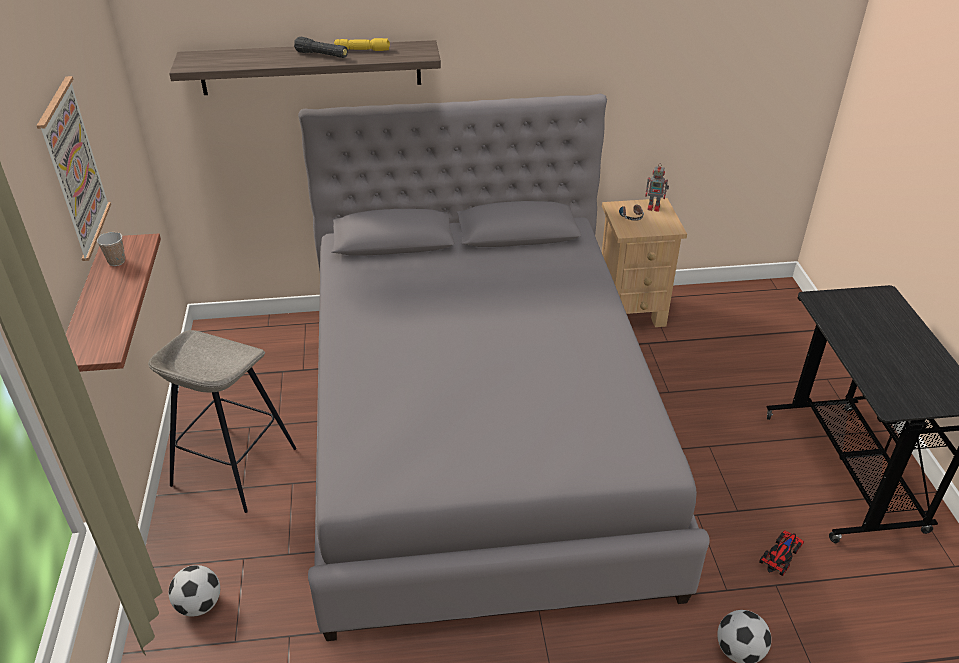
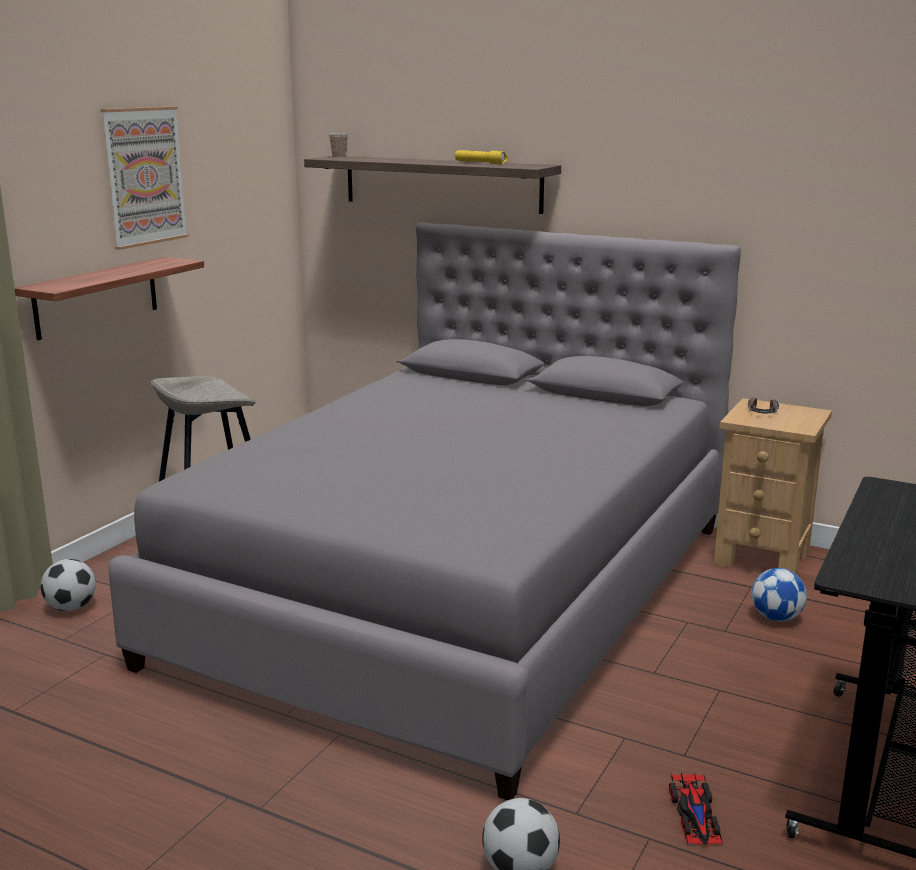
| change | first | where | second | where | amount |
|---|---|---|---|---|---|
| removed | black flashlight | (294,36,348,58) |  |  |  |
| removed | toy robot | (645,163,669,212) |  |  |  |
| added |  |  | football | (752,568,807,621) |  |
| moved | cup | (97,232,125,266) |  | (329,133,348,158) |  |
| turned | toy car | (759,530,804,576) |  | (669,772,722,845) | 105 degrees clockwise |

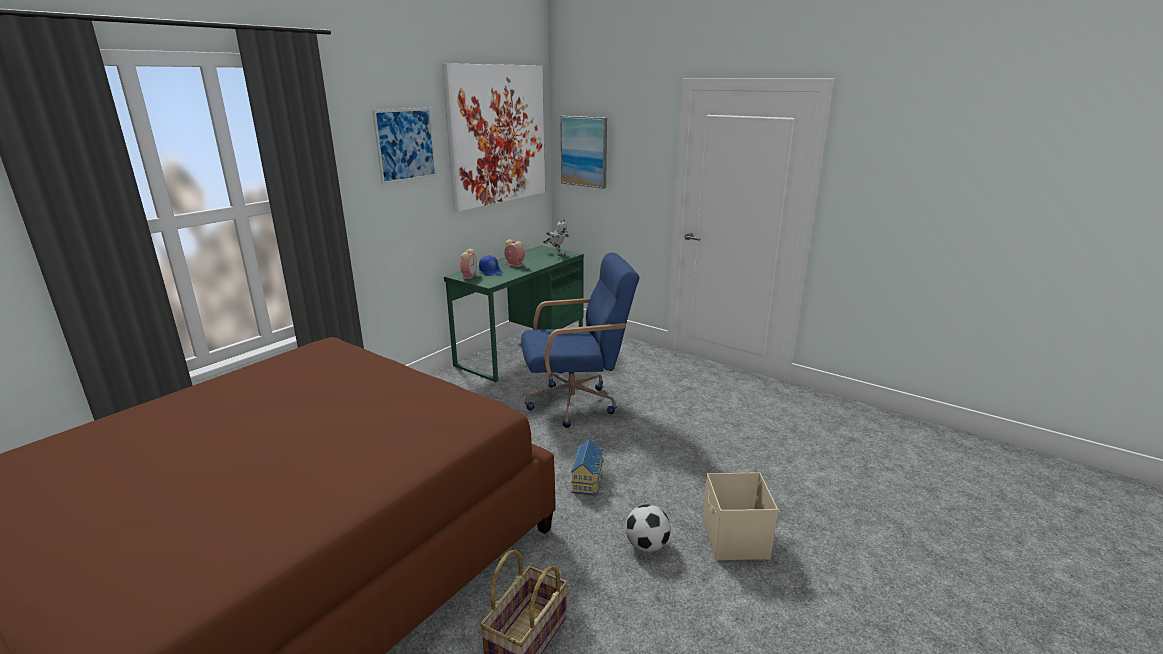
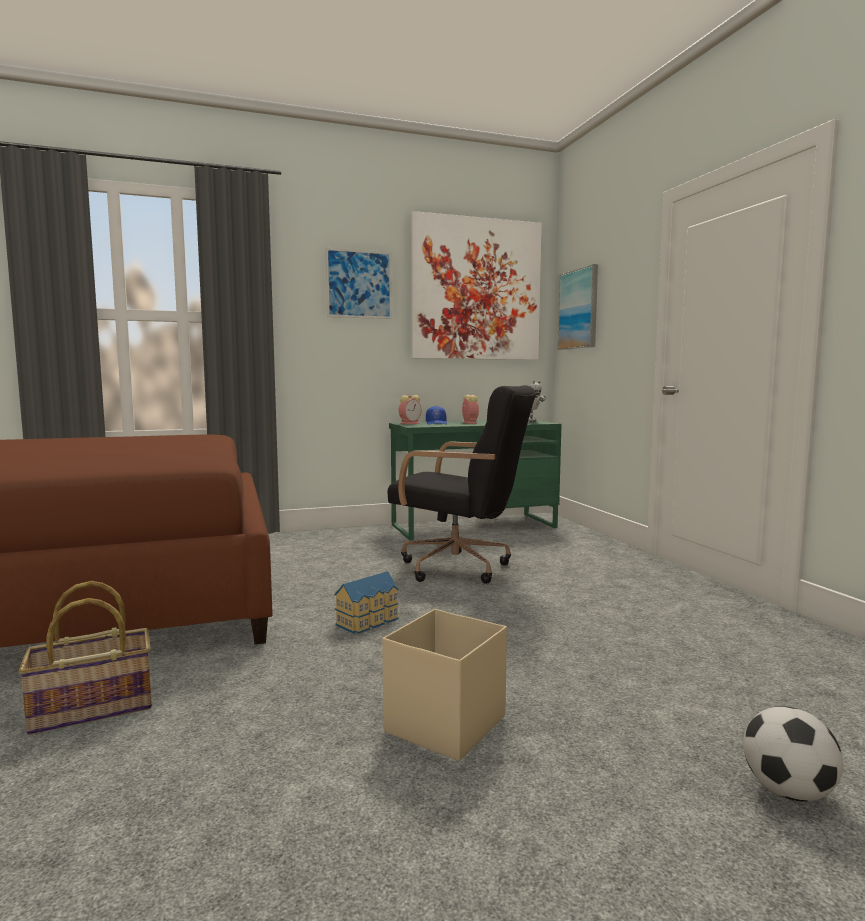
| change | first | where | second | where | amount |
|---|---|---|---|---|---|
| moved | football | (625,504,671,552) |  | (743,706,843,802) |  |
| recoloured | blue office chair | (521,252,640,428) | black office chair | (388,385,536,584) |  |

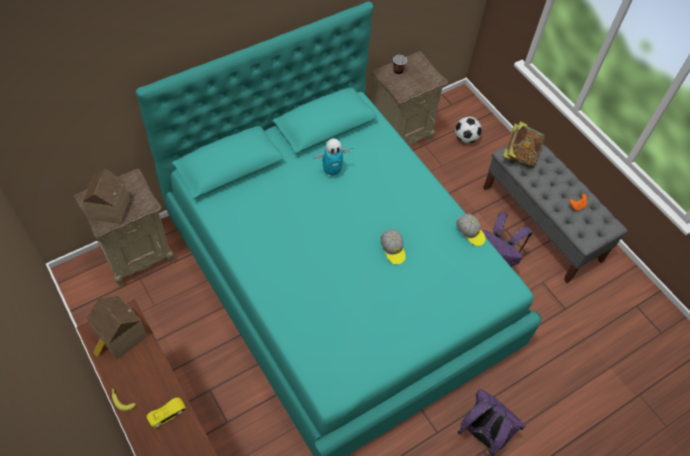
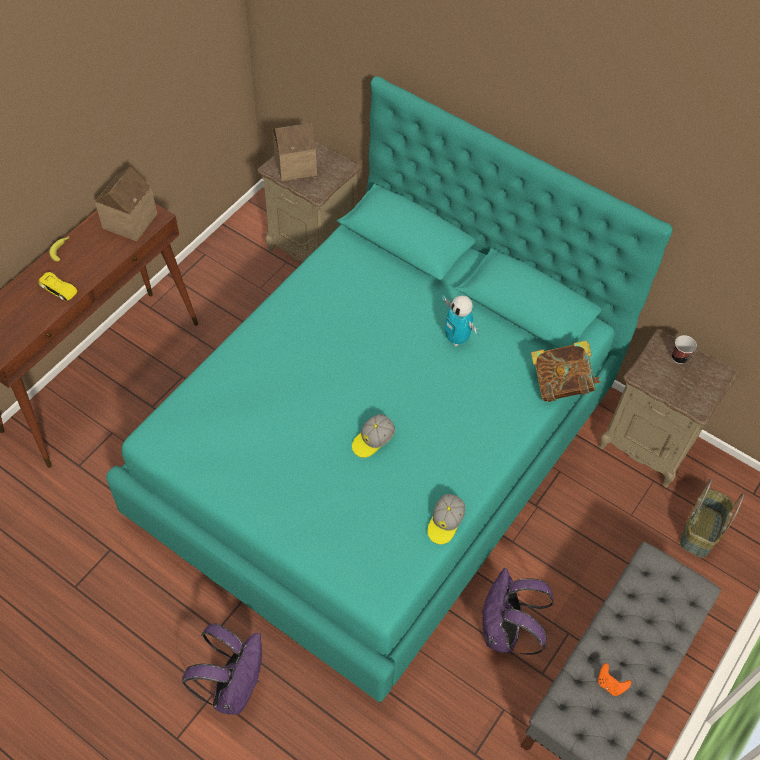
| change | first | where | second | where | amount |
|---|---|---|---|---|---|
| moved | book | (503,121,545,168) |  | (531,340,601,402) |  |
| replaced | football | (455,117,482,143) | basket | (680,479,744,558) |  |

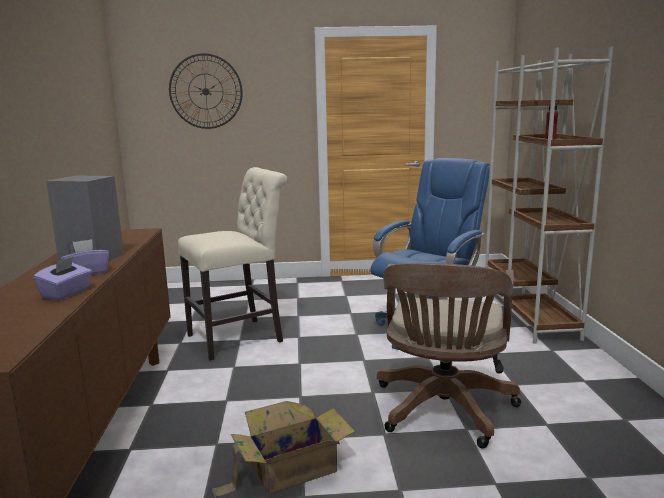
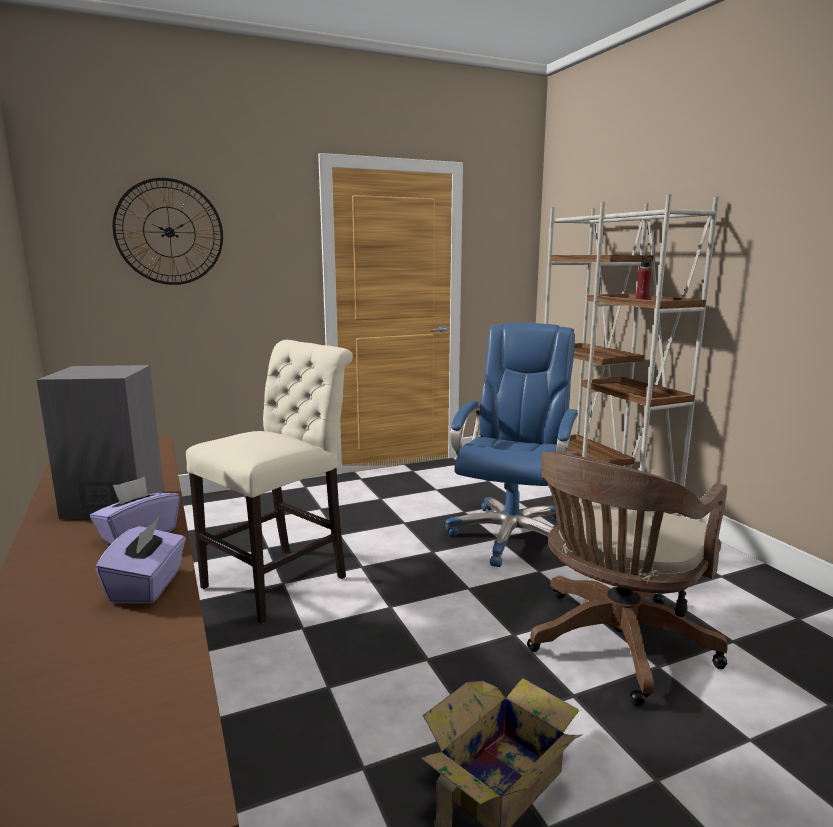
| change | first | where | second | where | amount |
|---|---|---|---|---|---|
| turned | brown office chair | (377,263,521,449) |  | (527,451,727,706) | 45 degrees clockwise |

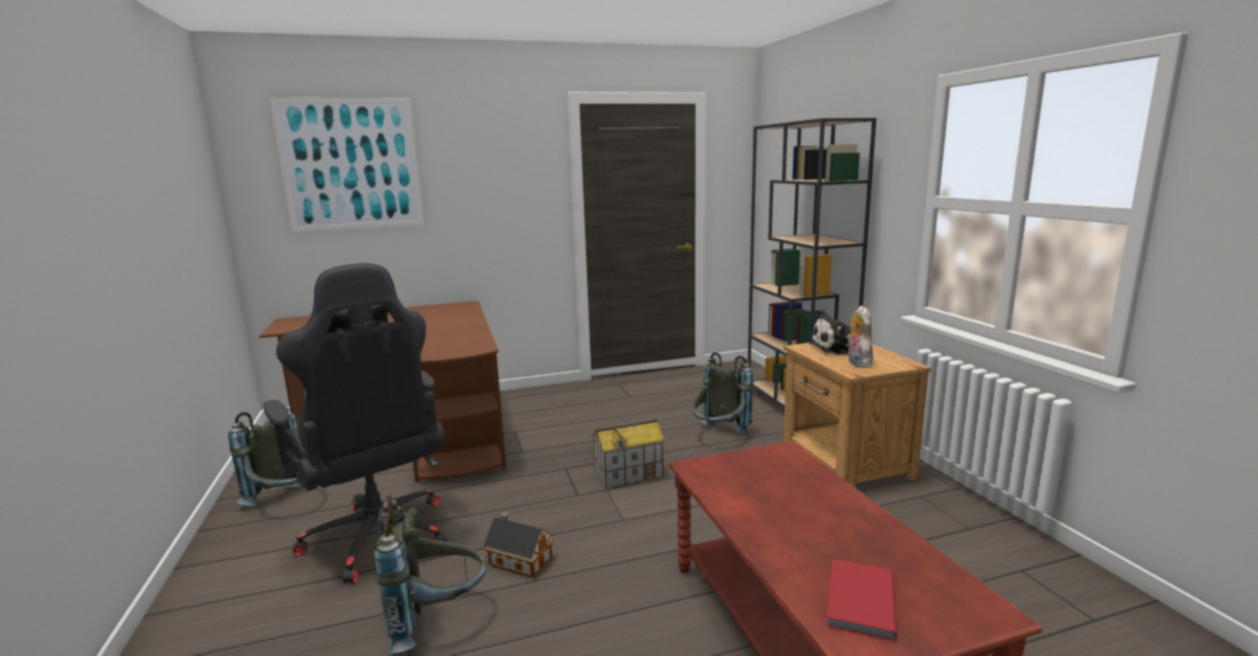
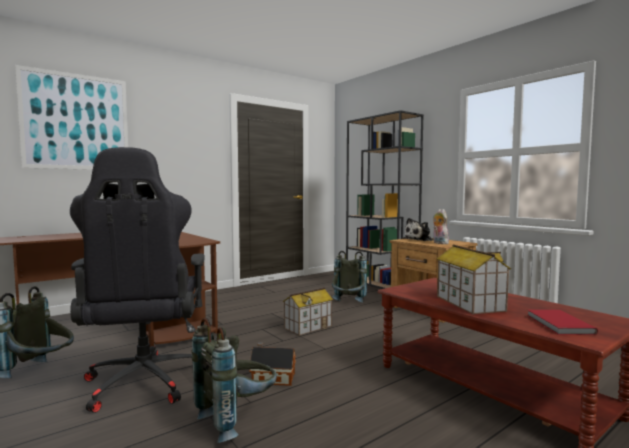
| change | first | where | second | where | amount |
|---|---|---|---|---|---|
| added |  |  | toy house | (437,245,511,314) |  |
| turned | black office chair | (263,263,447,584) |  | (70,147,204,413) | 45 degrees clockwise |

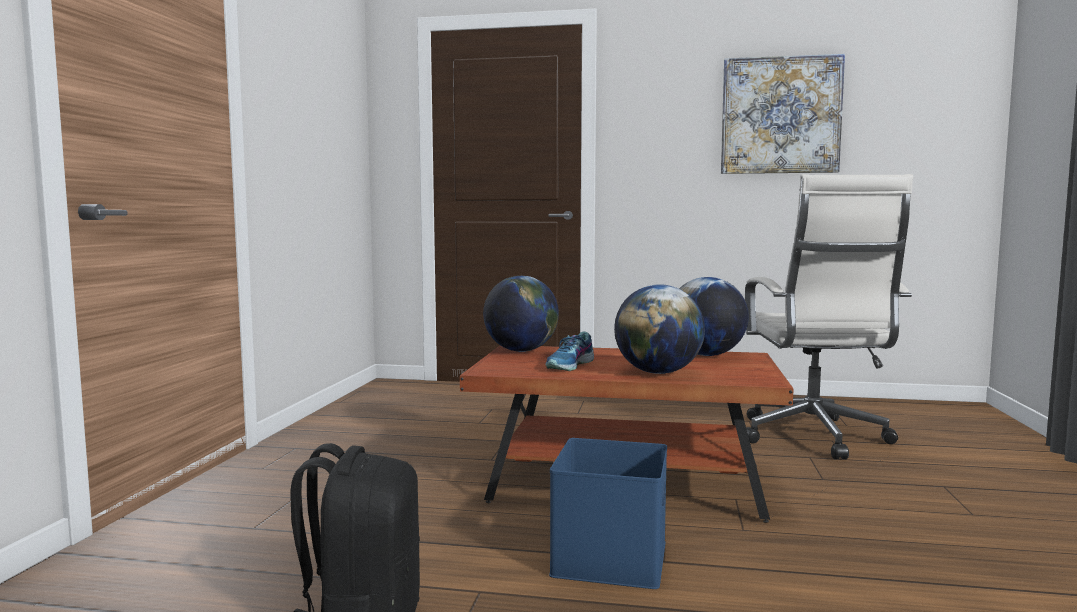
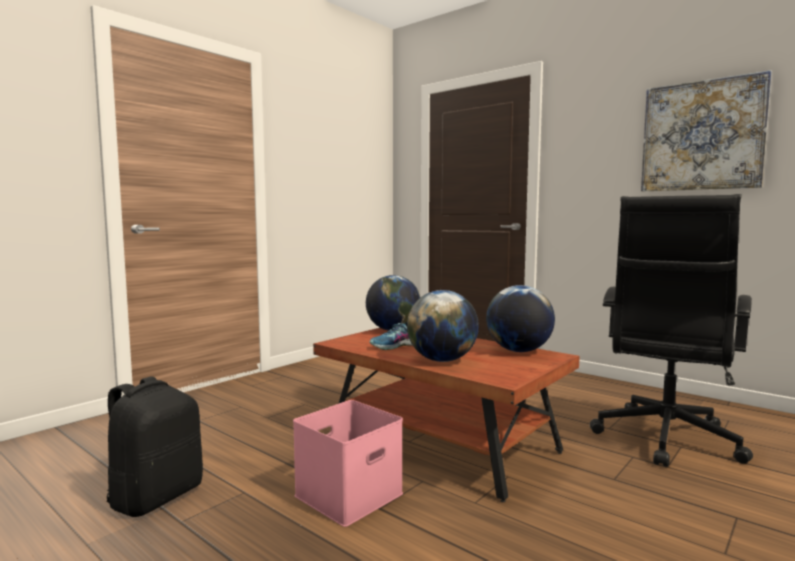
| change | first | where | second | where | amount |
|---|---|---|---|---|---|
| recoloured | blue storage box | (549,438,667,589) | pink storage box | (293,400,403,527) |  |
| recoloured | white office chair | (745,174,913,459) | black office chair | (590,194,753,467) |  |

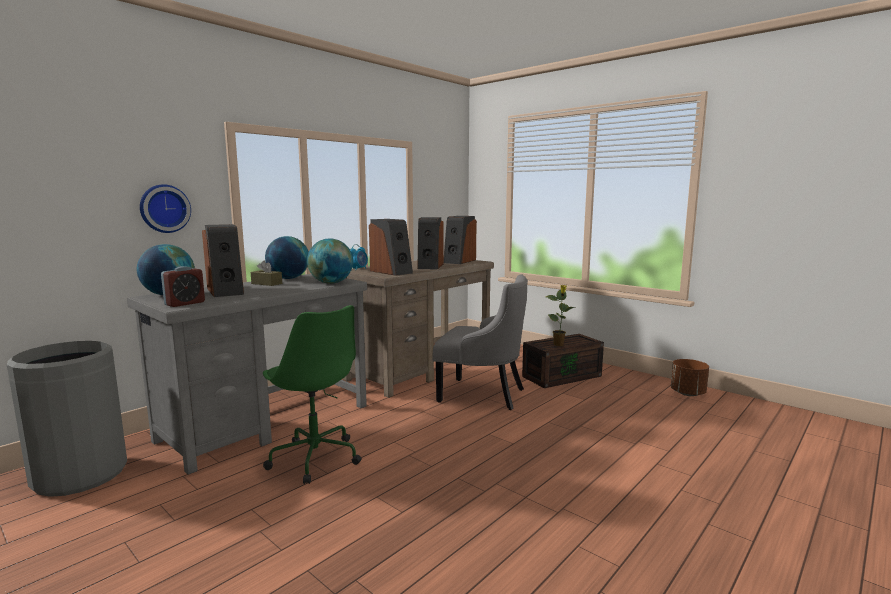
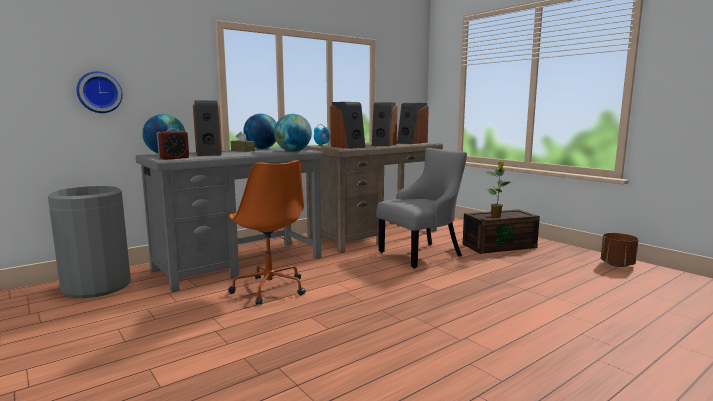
| change | first | where | second | where | amount |
|---|---|---|---|---|---|
| moved | wall clock | (140,184,191,233) |  | (76,71,123,113) |  |
| recoloured | green office chair | (263,305,362,484) | orange office chair | (228,160,306,305) |  |
| turned | grey chair | (432,274,528,410) |  | (376,148,467,268) | 60 degrees counterclockwise |

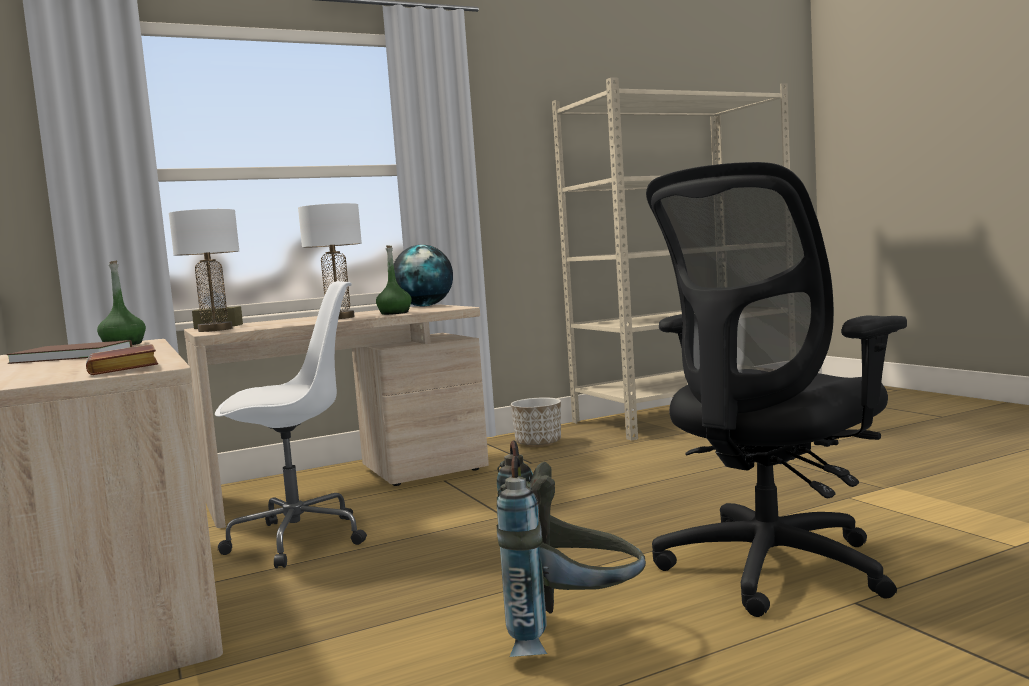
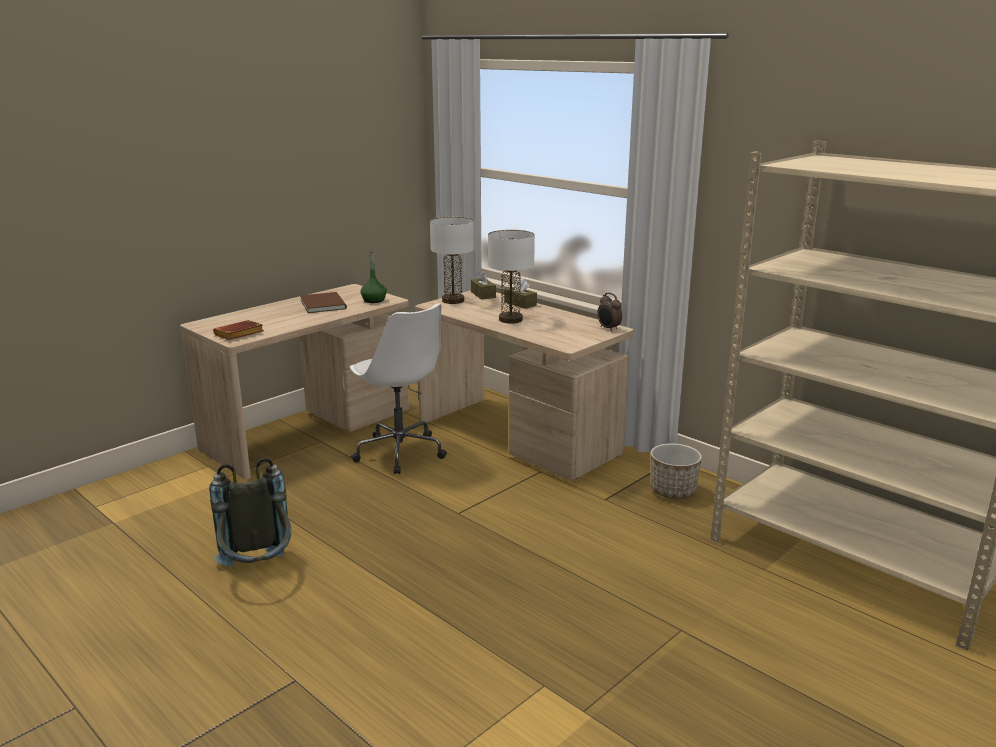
| change | first | where | second | where | amount |
|---|---|---|---|---|---|
| removed | green bottle | (376,245,412,315) |  |  |  |
| removed | black office chair | (646,162,907,617) |  |  |  |
| added |  |  | brown tissue box | (504,278,537,309) |  |
| replaced | globe | (394,245,453,306) | alarm clock | (597,293,622,331) |  |

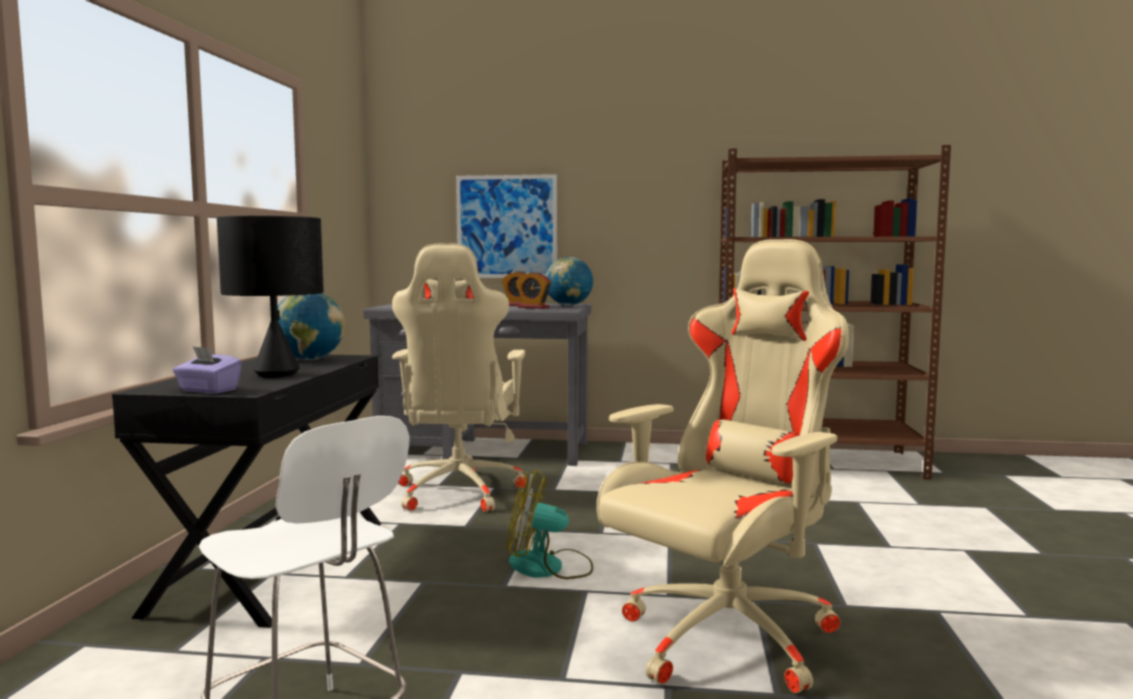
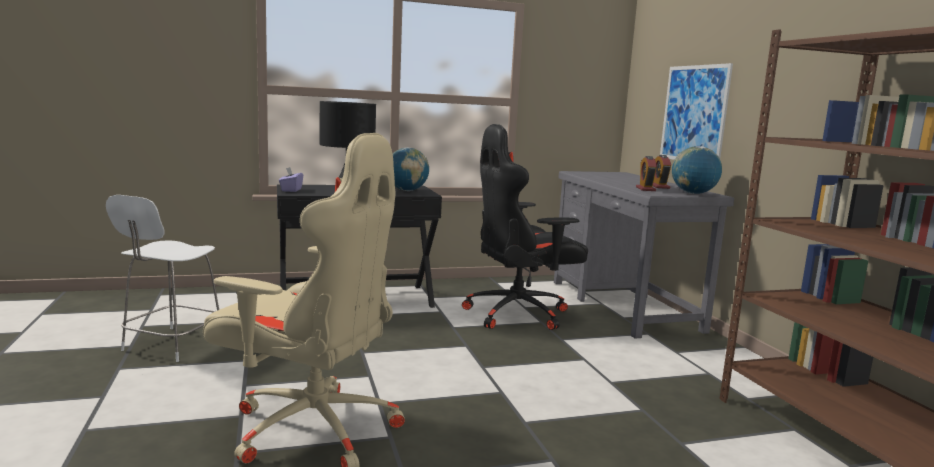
| change | first | where | second | where | amount |
|---|---|---|---|---|---|
| removed | fan | (507,470,593,579) |  |  |  |
| recoloured | beige office chair | (392,244,528,512) | black office chair | (462,124,588,330) |  |

